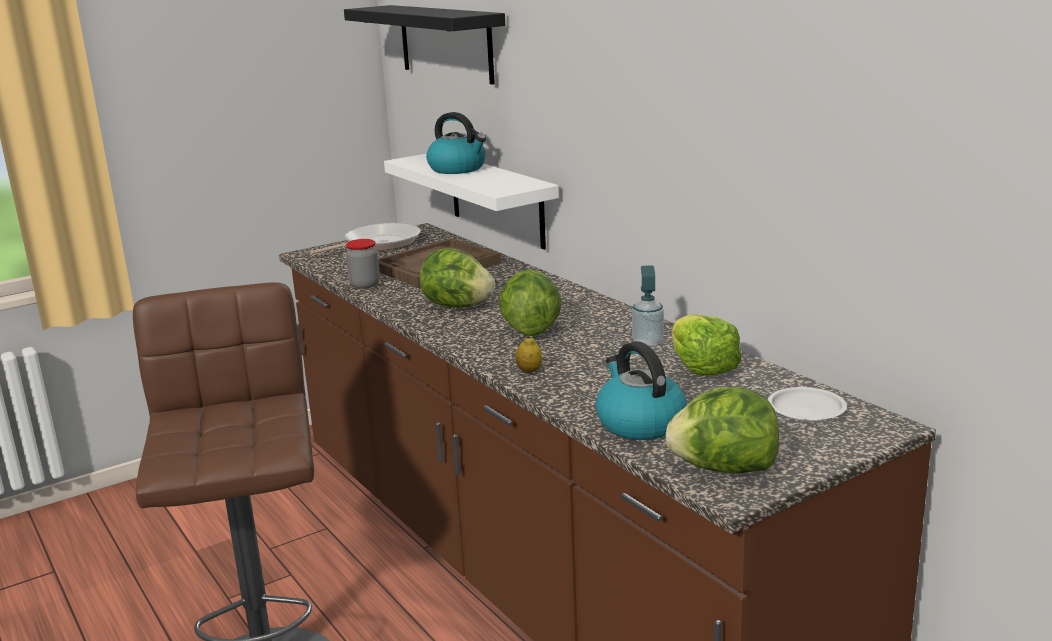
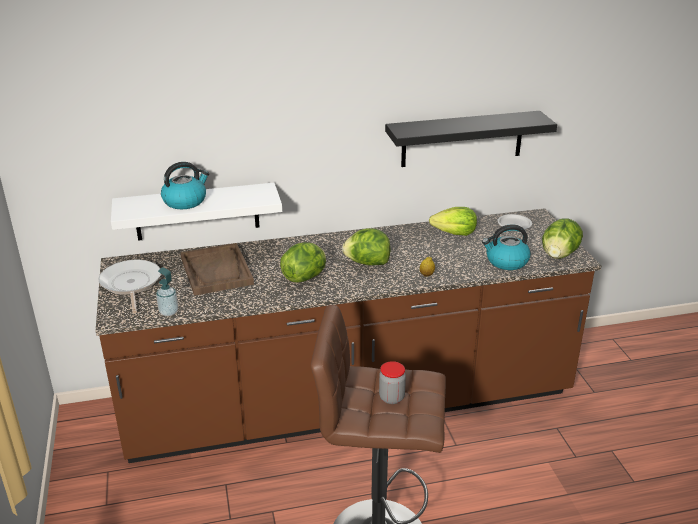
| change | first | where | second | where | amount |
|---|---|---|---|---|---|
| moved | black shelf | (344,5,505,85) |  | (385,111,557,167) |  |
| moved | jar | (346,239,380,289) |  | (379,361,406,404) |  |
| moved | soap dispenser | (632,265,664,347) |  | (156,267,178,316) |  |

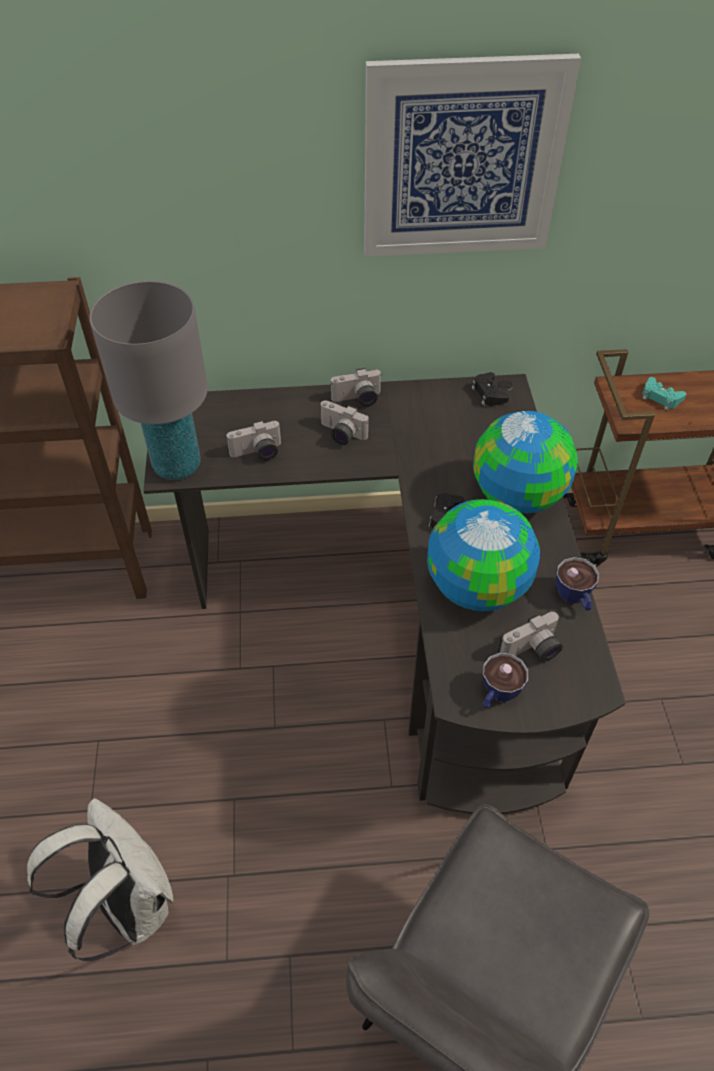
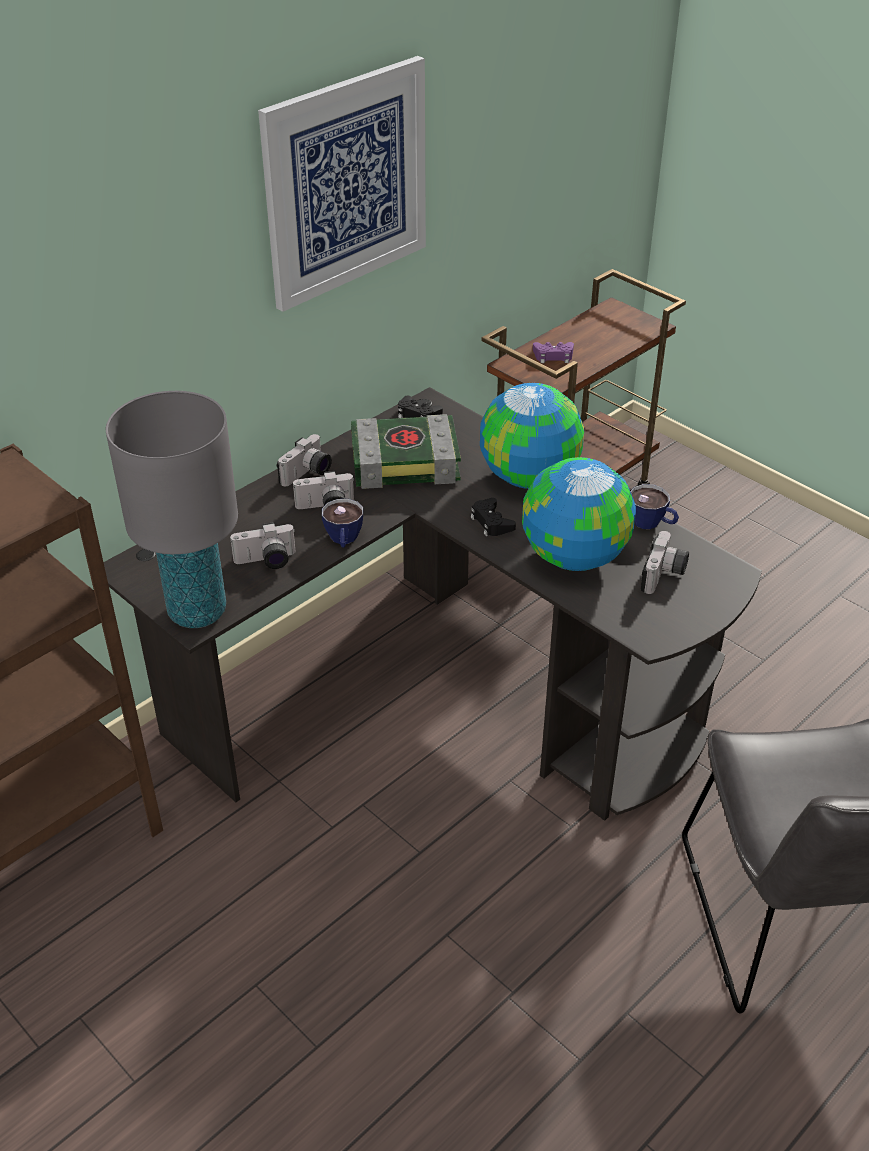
| change | first | where | second | where | amount |
|---|---|---|---|---|---|
| removed | white backpack | (27,798,174,961) |  |  |  |
| added |  |  | book | (351,414,461,489) |  |
| moved | cup | (483,653,528,708) |  | (322,499,363,547) |  |
| recoloured | turquoise game controller | (642,377,686,410) | purple game controller | (533,342,574,363) |  |
| turned | photo camera | (227,420,281,460) |  | (230,522,296,569) | 45 degrees clockwise |

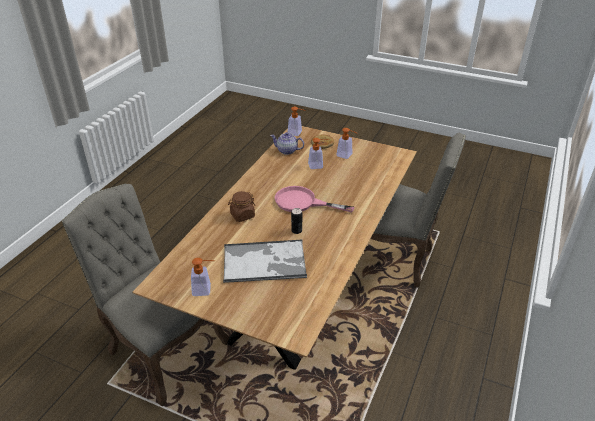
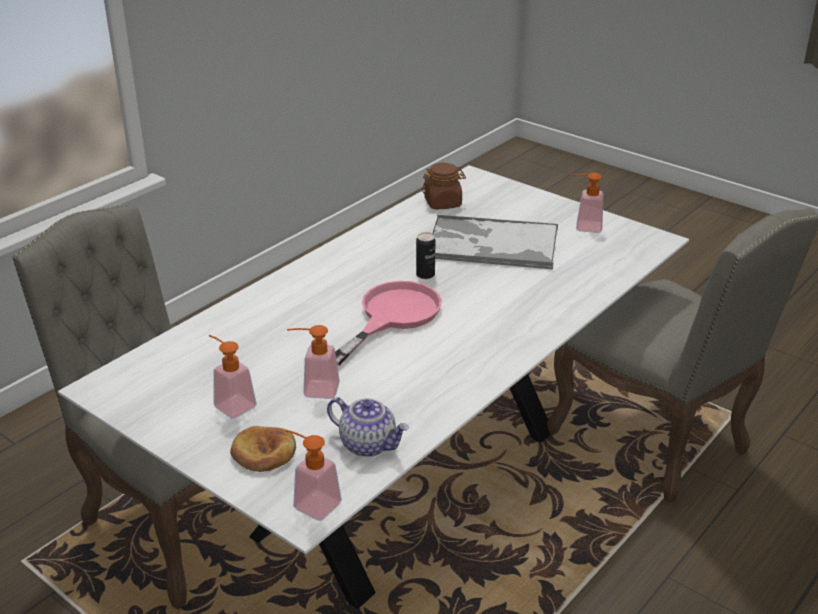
| change | first | where | second | where | amount |
|---|---|---|---|---|---|
| moved | brown jar | (228,191,255,222) |  | (422,163,466,209) |  |
| recoloured | brown dining table | (132,126,417,370) | white dining table | (58,165,689,609) |  |
| turned | pink frying pan | (275,186,354,213) |  | (335,281,442,366) | 90 degrees counterclockwise |

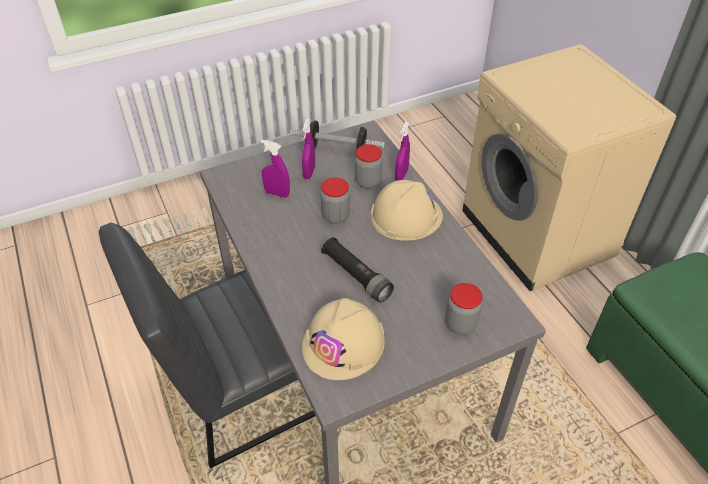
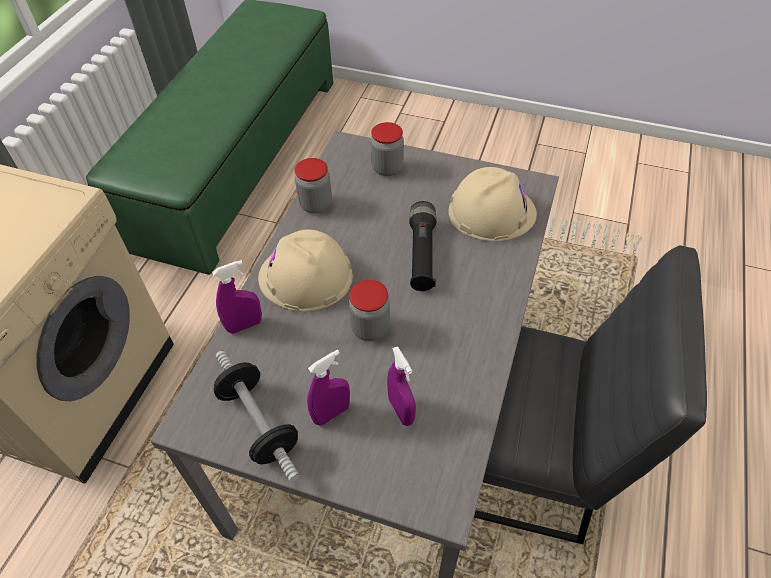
| change | first | where | second | where | amount |
|---|---|---|---|---|---|
| moved | jar | (355,144,383,189) |  | (295,158,332,213) |  |

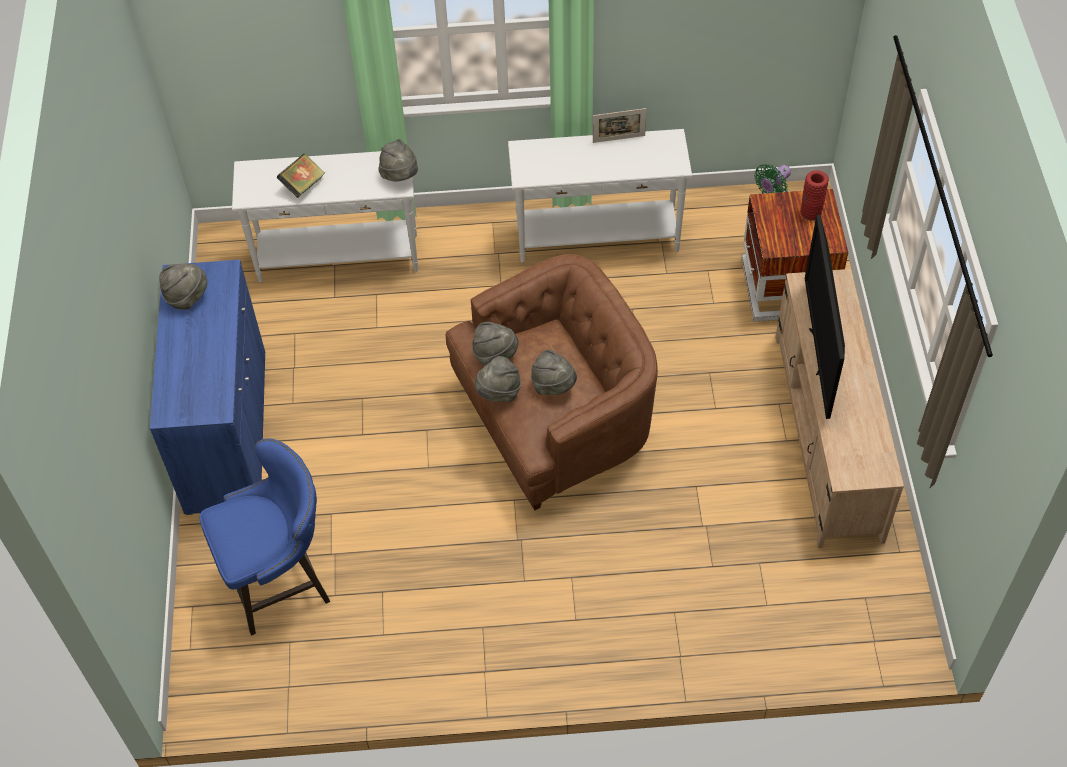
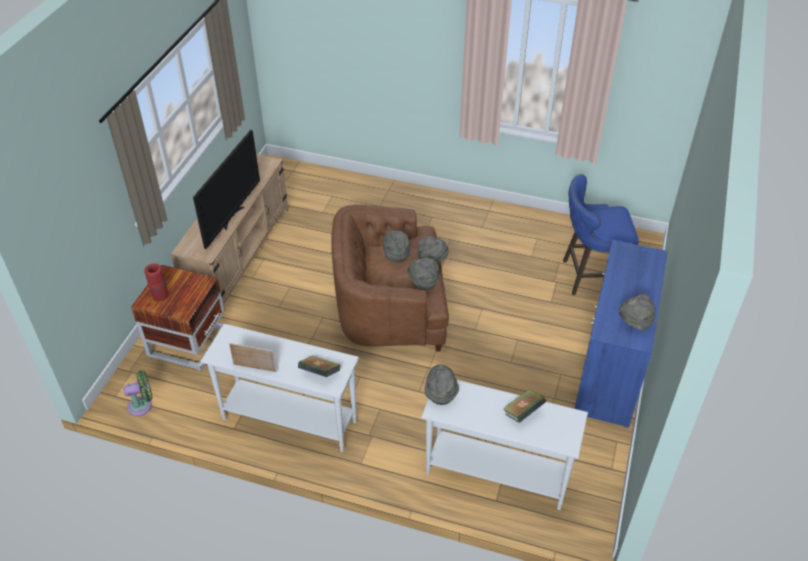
| change | first | where | second | where | amount |
|---|---|---|---|---|---|
| added |  |  | book | (298,355,341,377) |  |

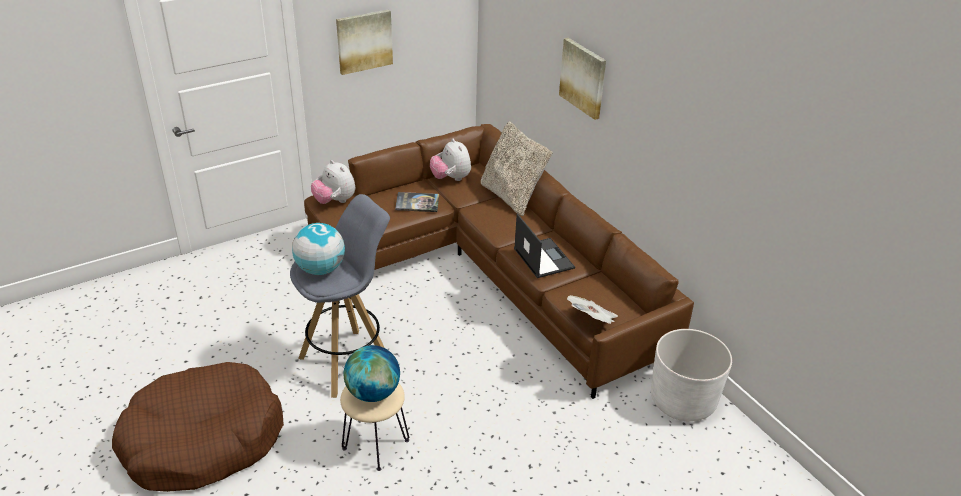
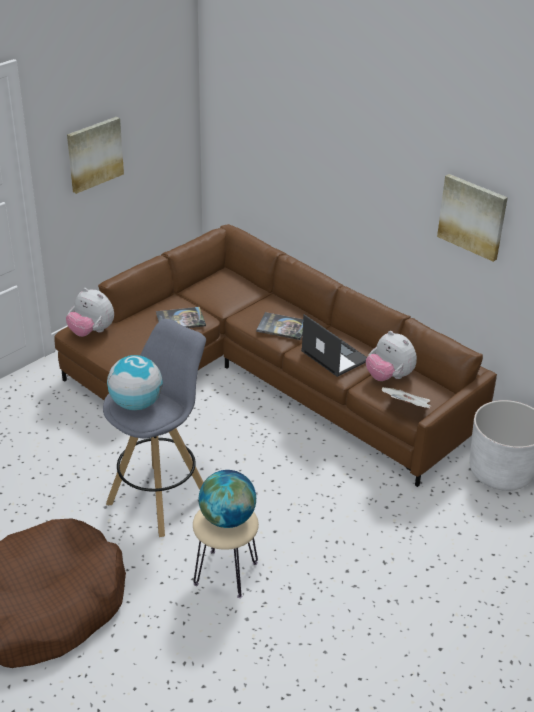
| change | first | where | second | where | amount |
|---|---|---|---|---|---|
| removed | beige pillow | (480,121,553,216) |  |  |  |
| added |  |  | book | (256,312,303,340) |  |
| moved | plush toy | (430,139,471,181) |  | (366,331,417,381) |  |
| moved | picture | (559,38,606,120) |  | (437,174,508,262) |  |

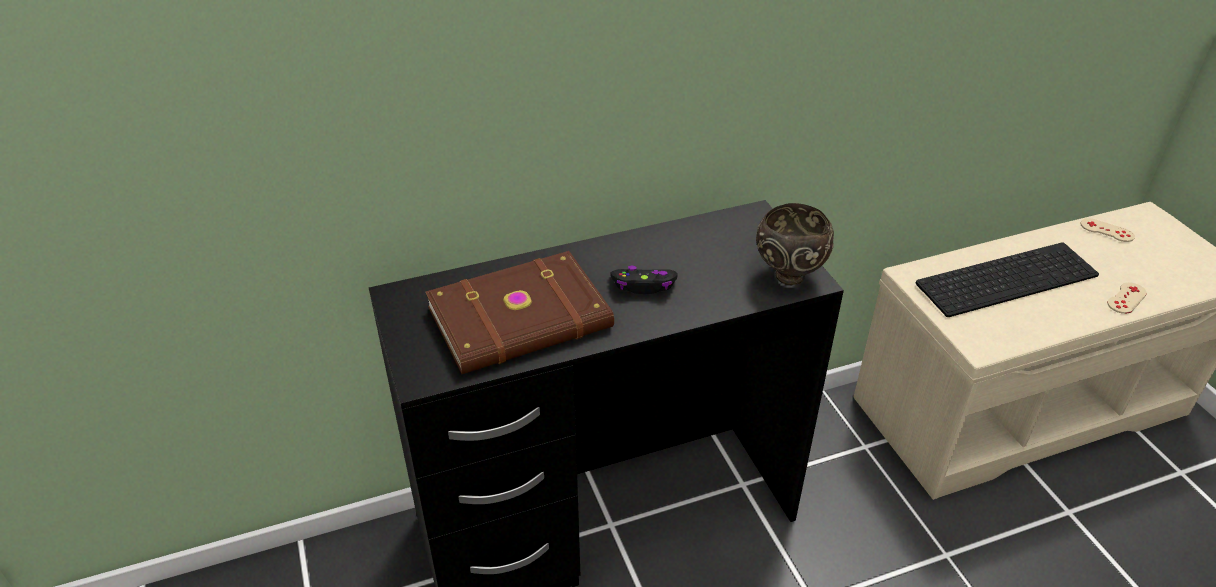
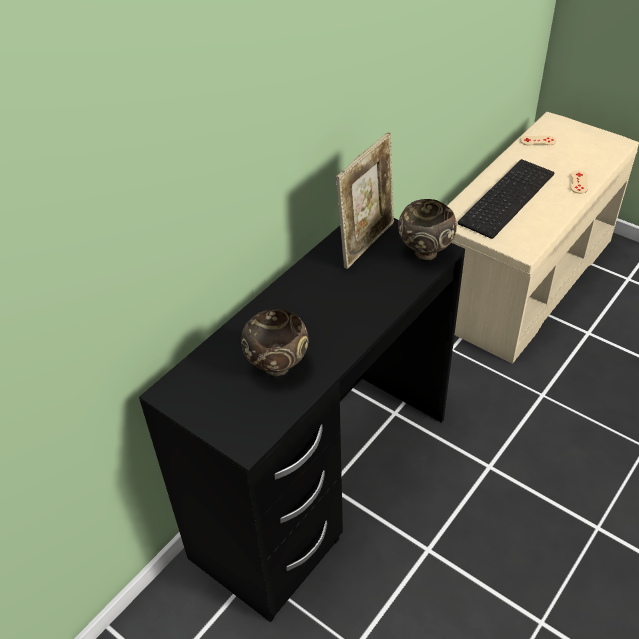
| change | first | where | second | where | amount |
|---|---|---|---|---|---|
| removed | black game controller | (610,266,678,294) |  |  |  |
| added |  |  | picture frame | (336,133,394,269) |  |
| replaced | brown book | (426,251,614,374) | brown bowl | (241,309,308,377) |  |

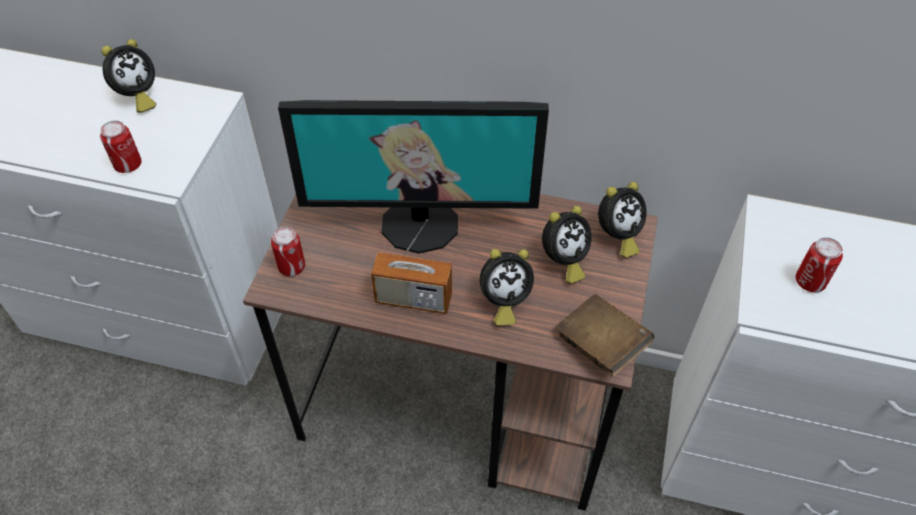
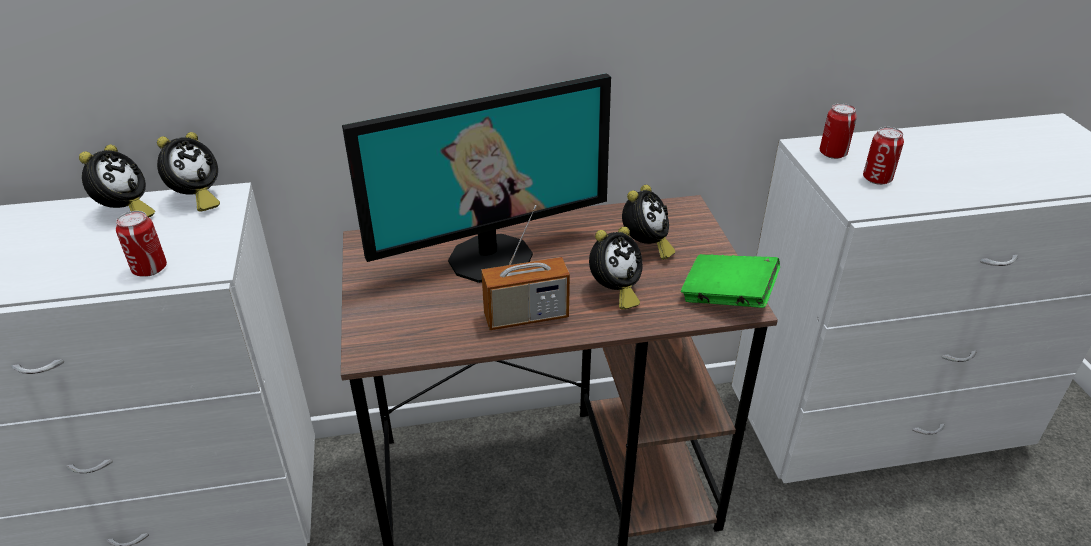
| change | first | where | second | where | amount |
|---|---|---|---|---|---|
| moved | can | (271,227,305,276) |  | (820,103,857,159) |  |
| moved | alarm clock | (598,182,647,258) |  | (157,132,220,212) |  |
| recoloured | brown book | (555,294,654,376) | green book | (681,254,780,308) |  |

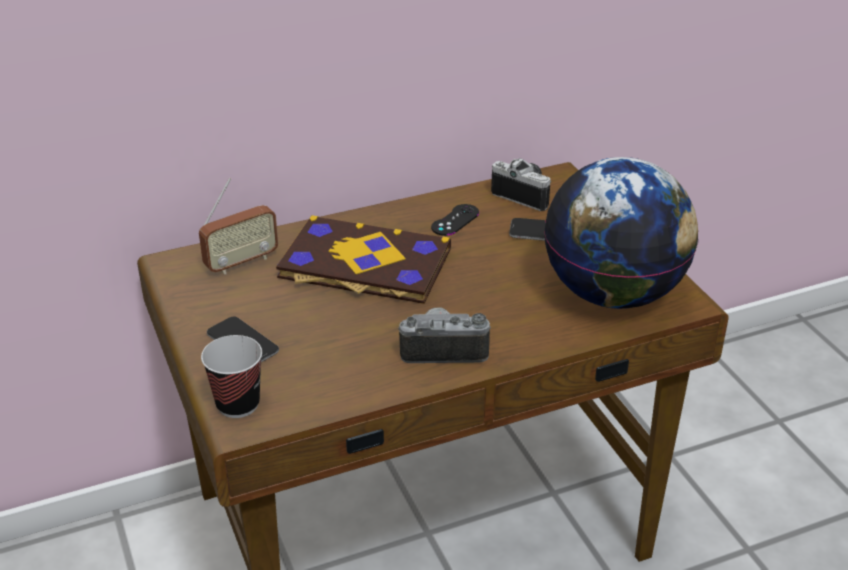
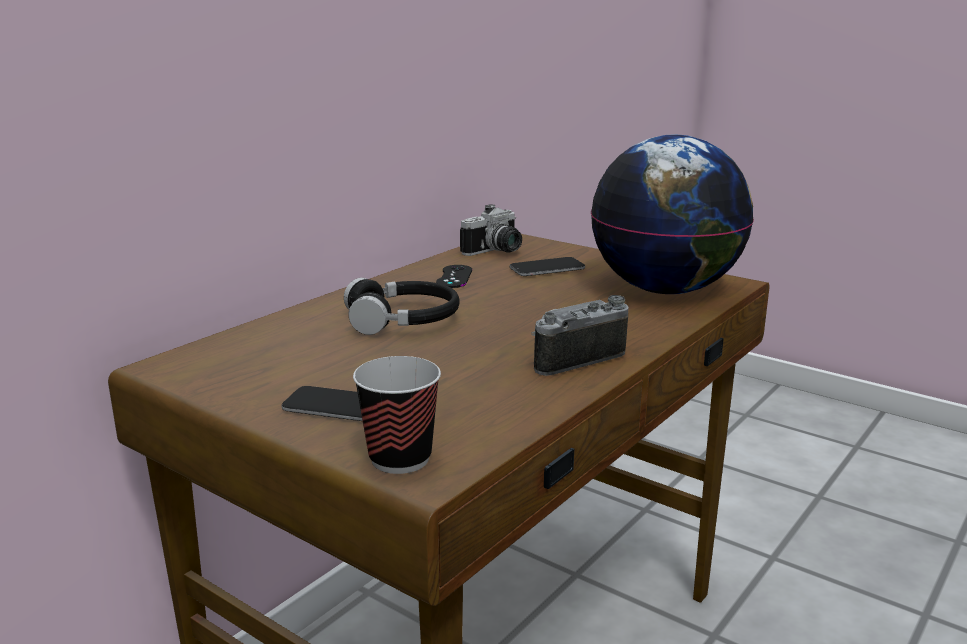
| change | first | where | second | where | amount |
|---|---|---|---|---|---|
| removed | radio | (199,178,278,274) |  |  |  |
| replaced | book | (276,215,451,304) | black headphones | (344,278,460,335) |  |
| turned | photo camera | (491,158,551,211) |  | (460,204,522,256) | 135 degrees clockwise |

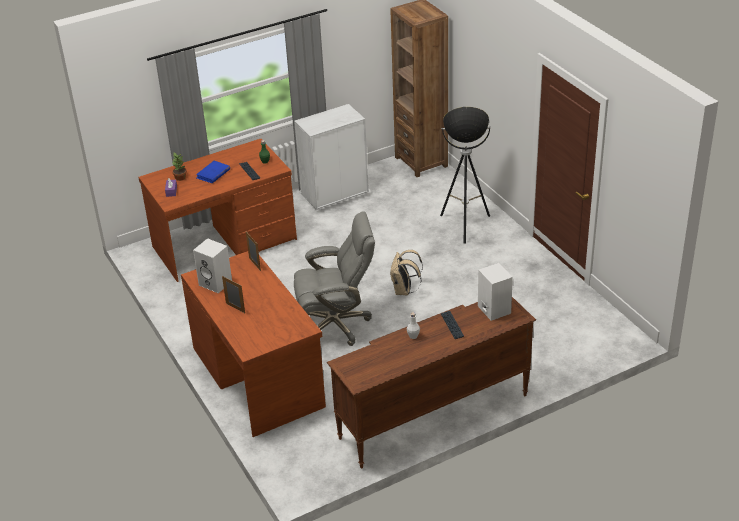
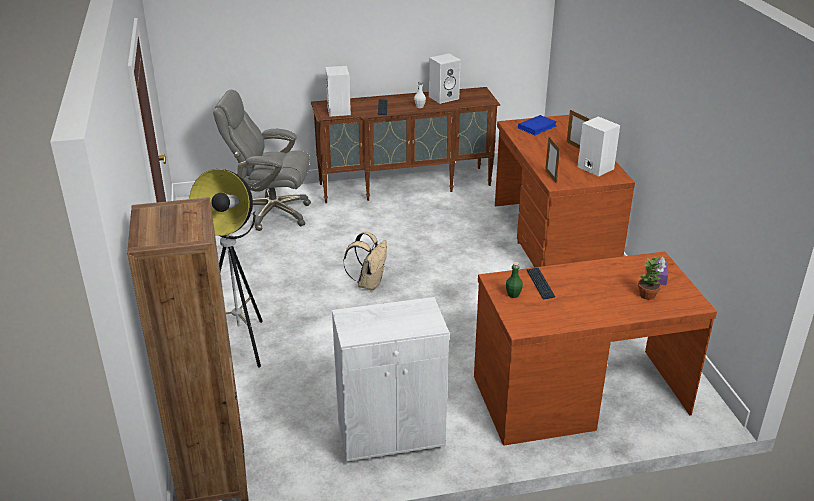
| change | first | where | second | where | amount |
|---|---|---|---|---|---|
| added |  |  | white speaker | (429,54,461,104) |  |
| moved | blue book | (196,161,230,183) |  | (518,115,557,135) |  |
| moved | grey office chair | (294,211,375,346) |  | (213,90,311,231) |  |

